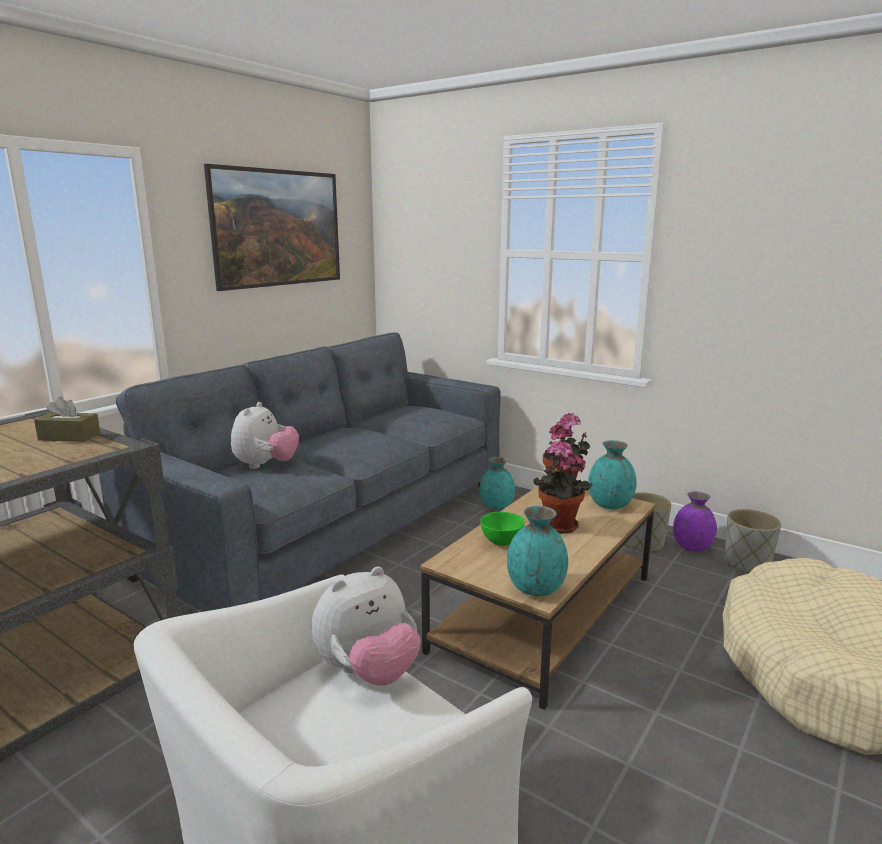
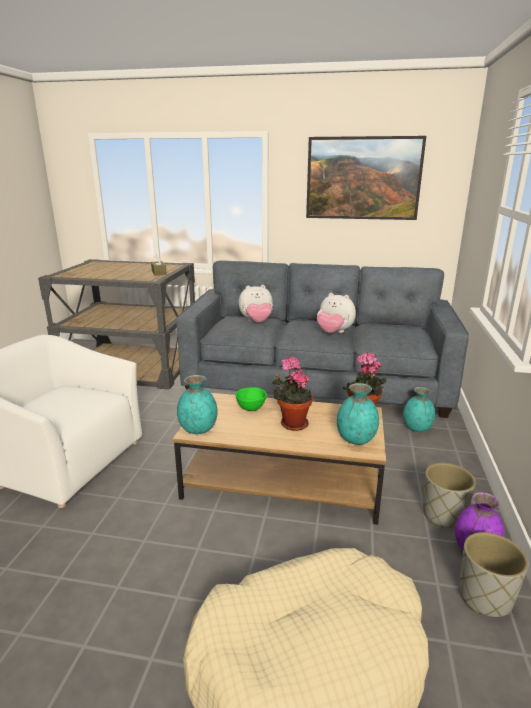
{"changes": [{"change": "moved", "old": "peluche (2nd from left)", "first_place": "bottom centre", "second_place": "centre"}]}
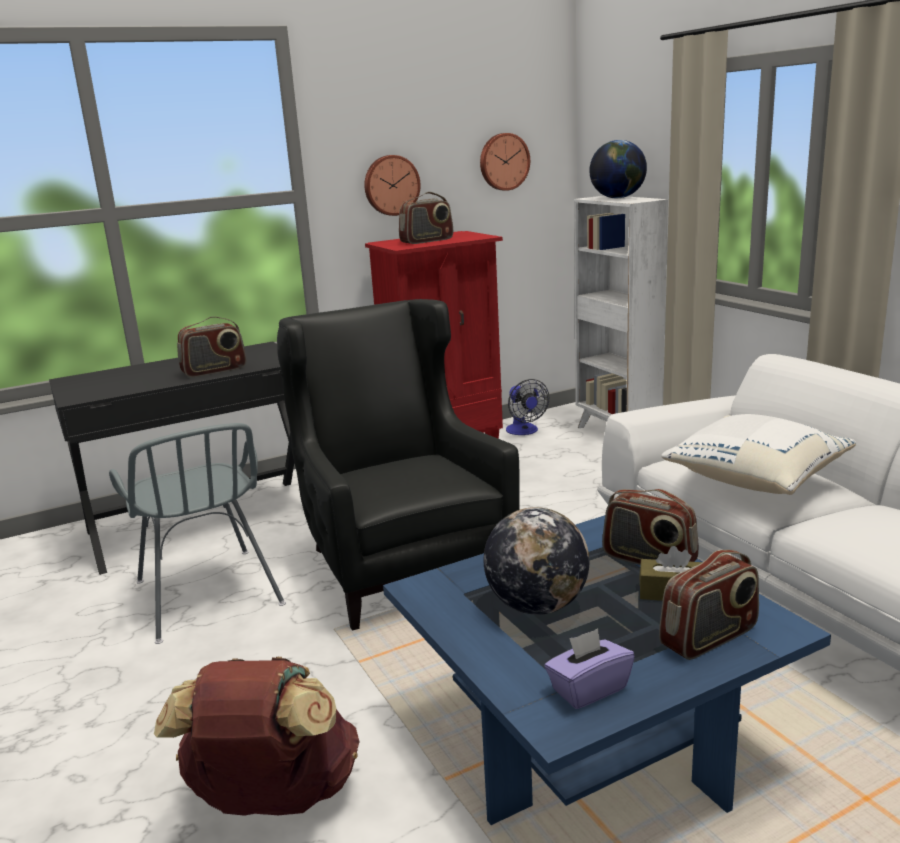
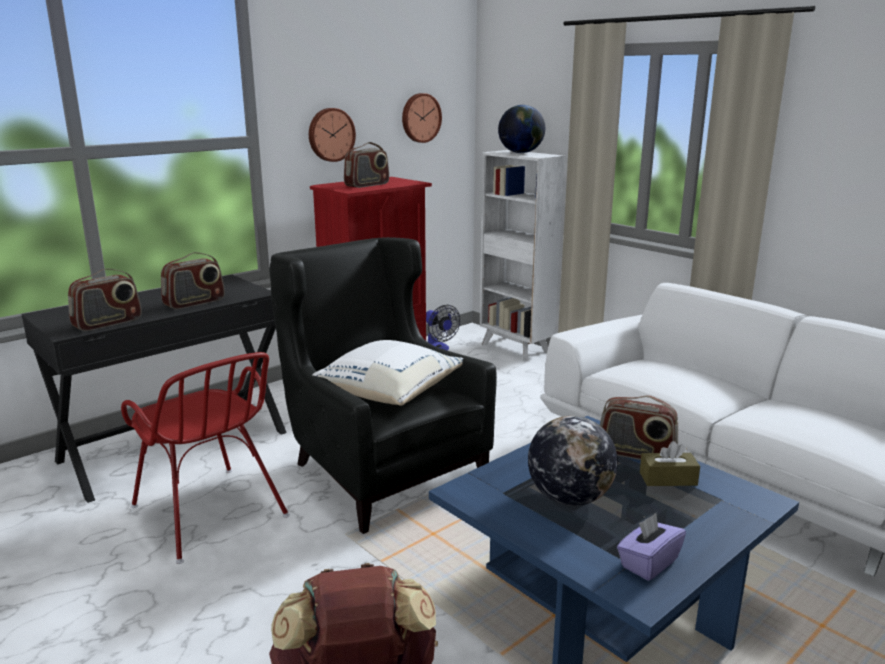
{"changes": [{"change": "recoloured", "old": "silla [gris]", "new": "silla [rojo]", "first_place": "middle left", "second_place": "bottom left"}, {"change": "moved", "old": "radio (4th from left in the first image)", "new": "radio (1st from left)", "first_place": "bottom right", "second_place": "middle left"}, {"change": "moved", "old": "cojín [blanco]", "first_place": "middle right", "second_place": "centre"}]}
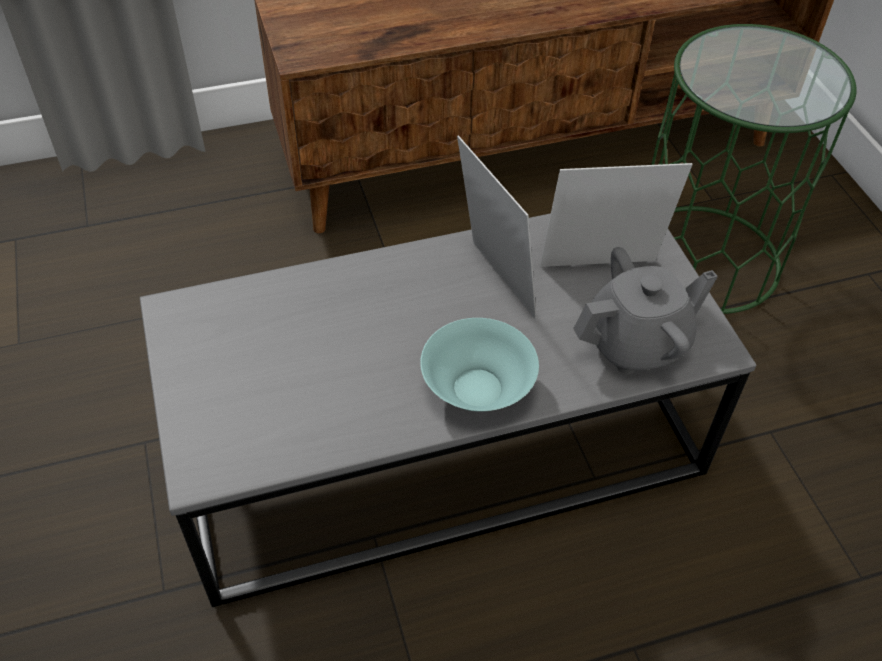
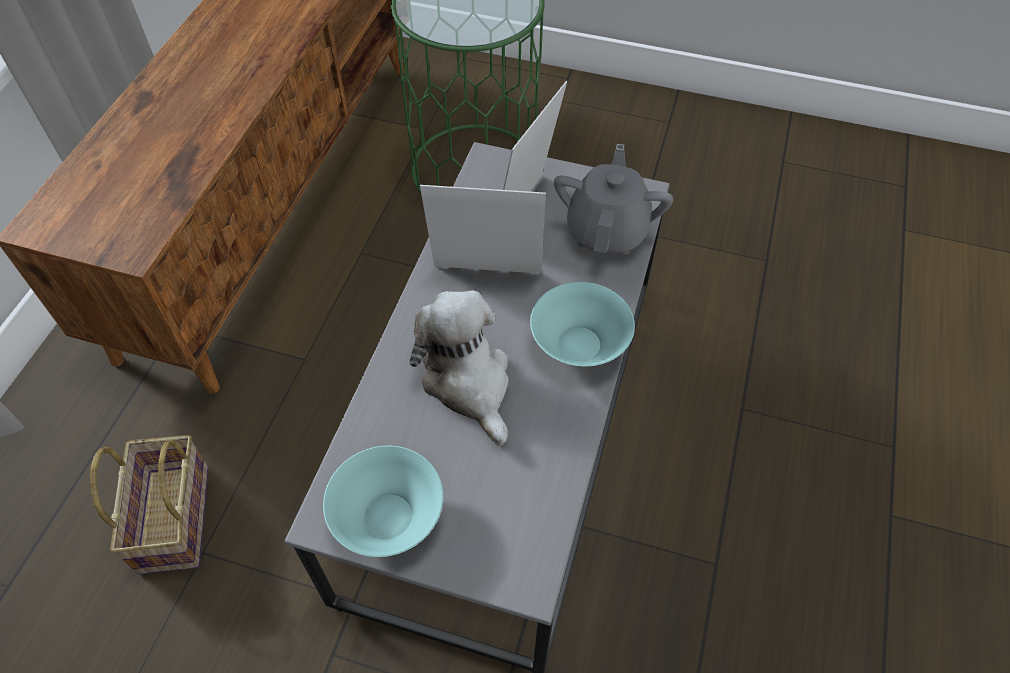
{"changes": [{"change": "added", "new": "cesta", "second_place": "bottom left"}, {"change": "added", "new": "cuenco [turquesa] (1st from left)", "second_place": "bottom centre"}, {"change": "added", "new": "peluche", "second_place": "centre"}]}
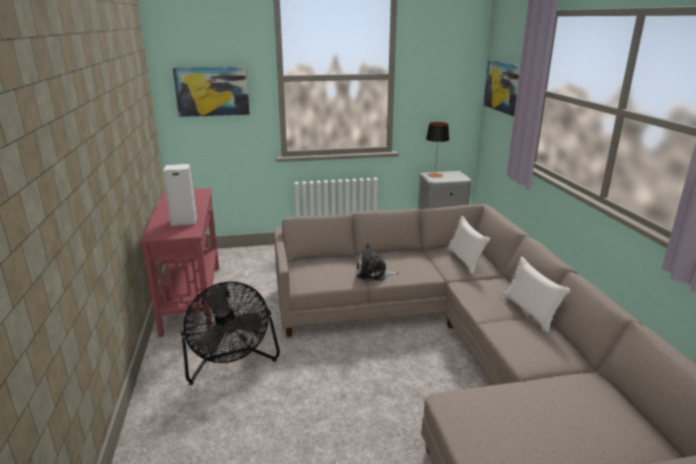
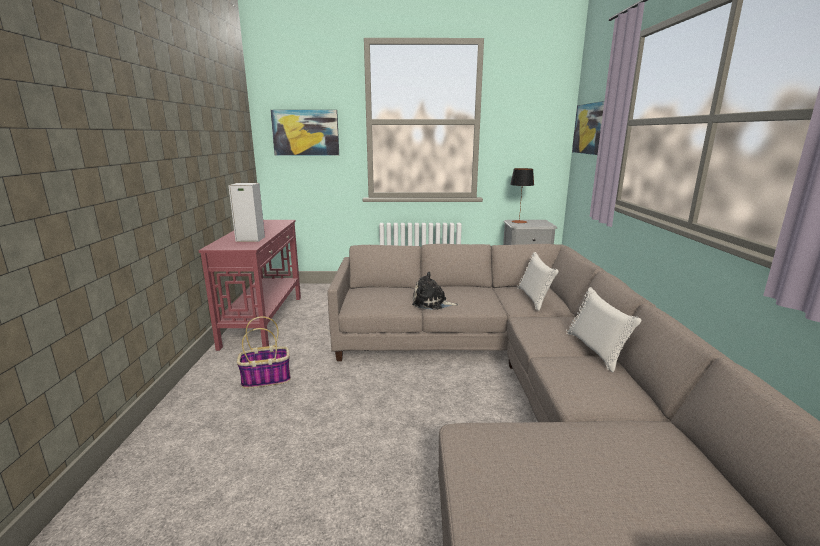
{"changes": [{"change": "replaced", "old": "ventilador [negro]", "new": "cesta", "first_place": "bottom left", "second_place": "middle left"}]}
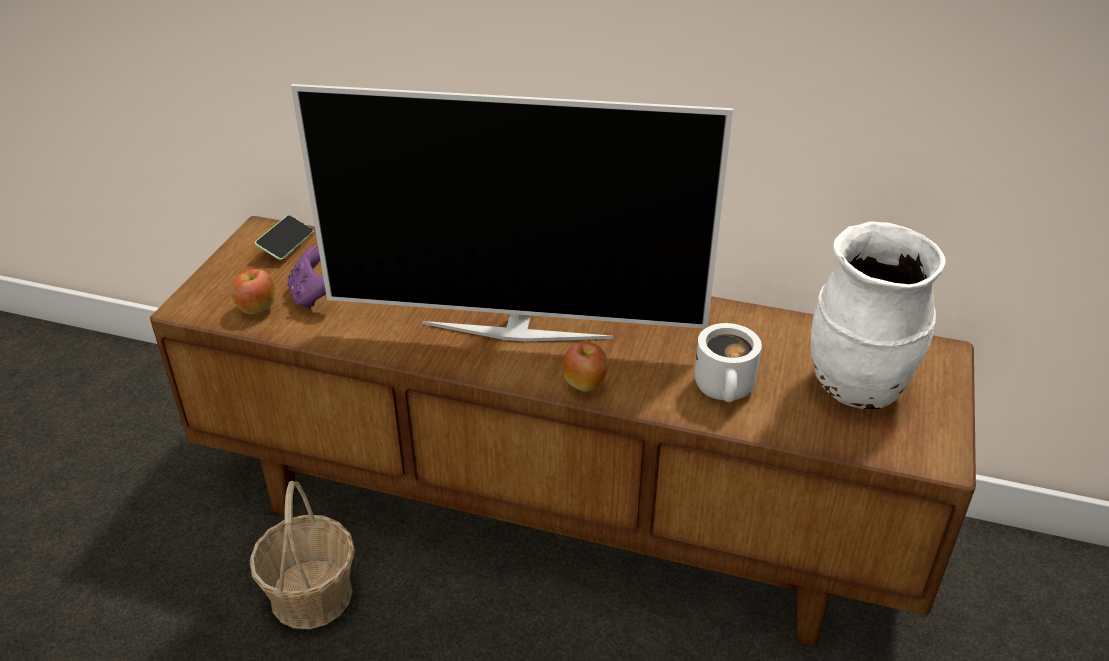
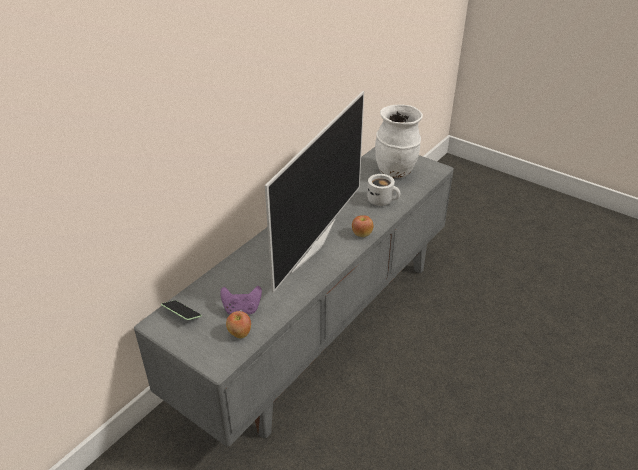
{"changes": [{"change": "recoloured", "old": "mueble de televisión [marrón]", "new": "mueble de televisión [gris]", "first_place": "centre", "second_place": "centre"}, {"change": "removed", "old": "cesta", "first_place": "bottom left"}]}
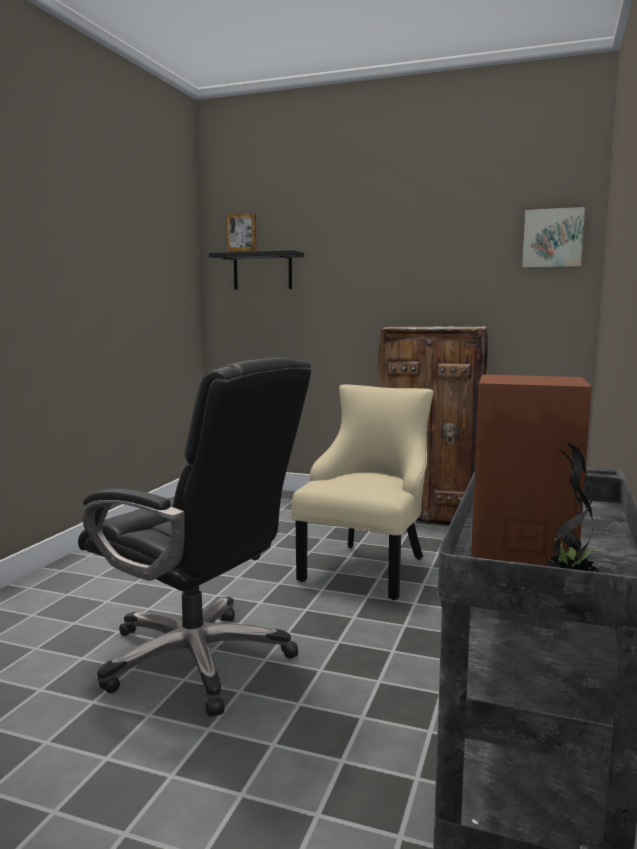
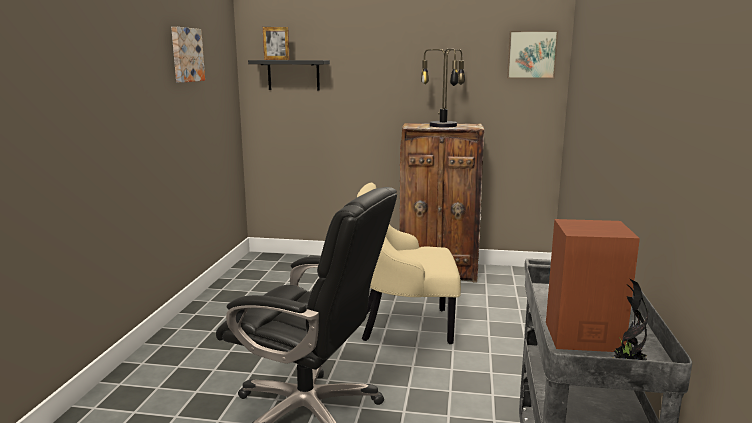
{"changes": [{"change": "turned", "old": "silla [beis]", "first_place": "centre", "second_place": "centre", "degrees": -105}, {"change": "added", "new": "cuadro (1st from left)", "second_place": "top left"}, {"change": "added", "new": "lámpara de mesa", "second_place": "top centre"}]}
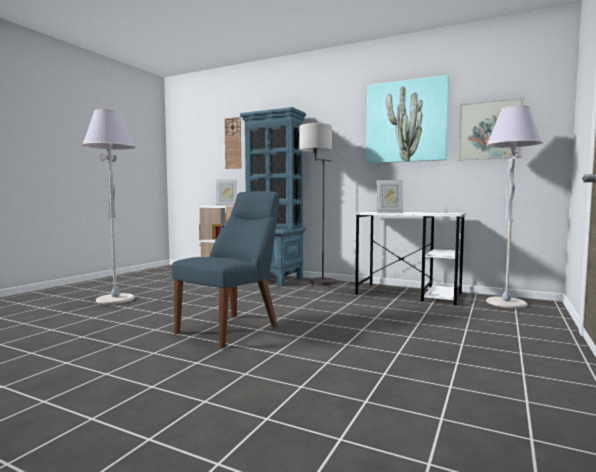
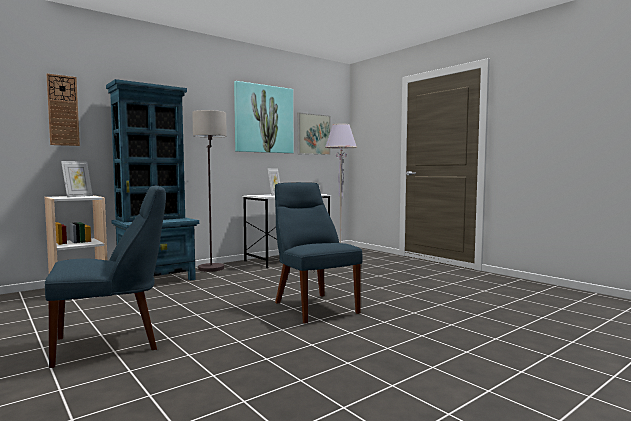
{"changes": [{"change": "replaced", "old": "lámpara de pie [gris] (1st from left)", "new": "silla [azul] (1st from left)", "first_place": "middle left", "second_place": "middle left"}]}
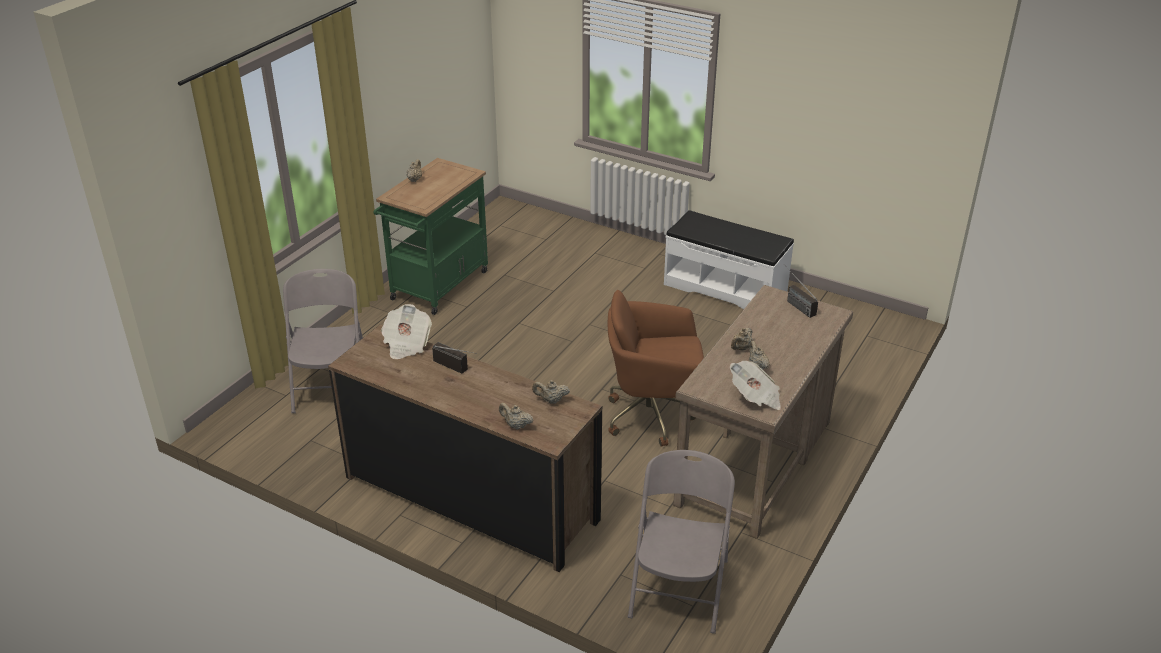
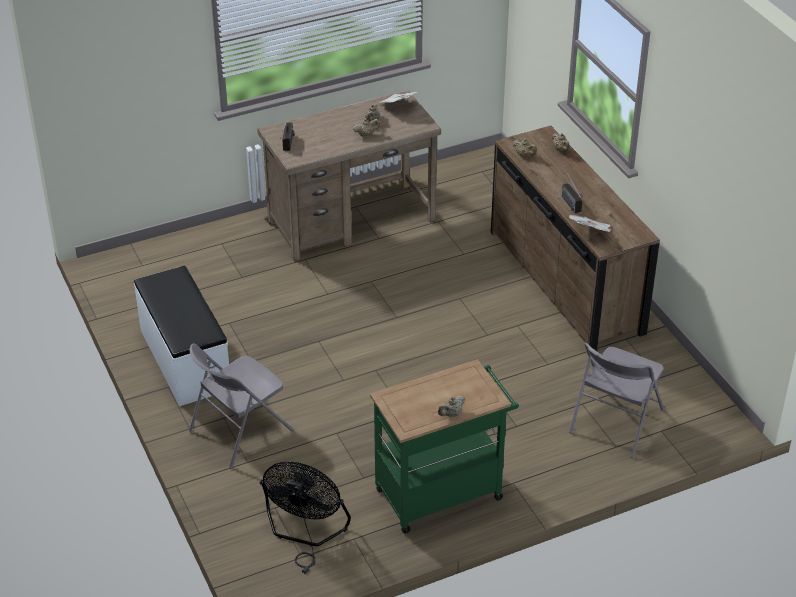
{"changes": [{"change": "removed", "old": "silla de oficina [marrón]", "first_place": "centre"}, {"change": "moved", "old": "silla [gris] (2nd from left in the first image)", "new": "silla [gris] (1st from left)", "first_place": "bottom centre", "second_place": "bottom left"}, {"change": "added", "new": "ventilador [negro]", "second_place": "bottom centre"}]}
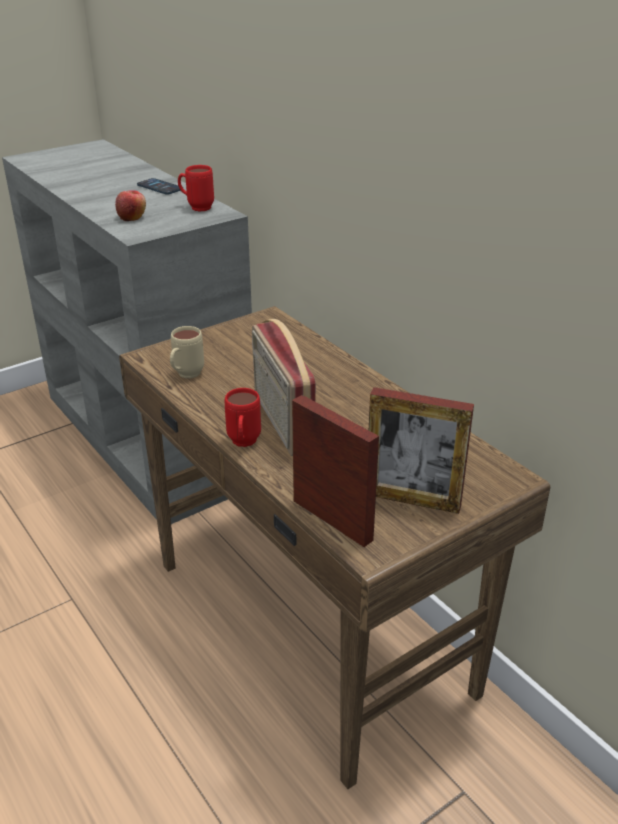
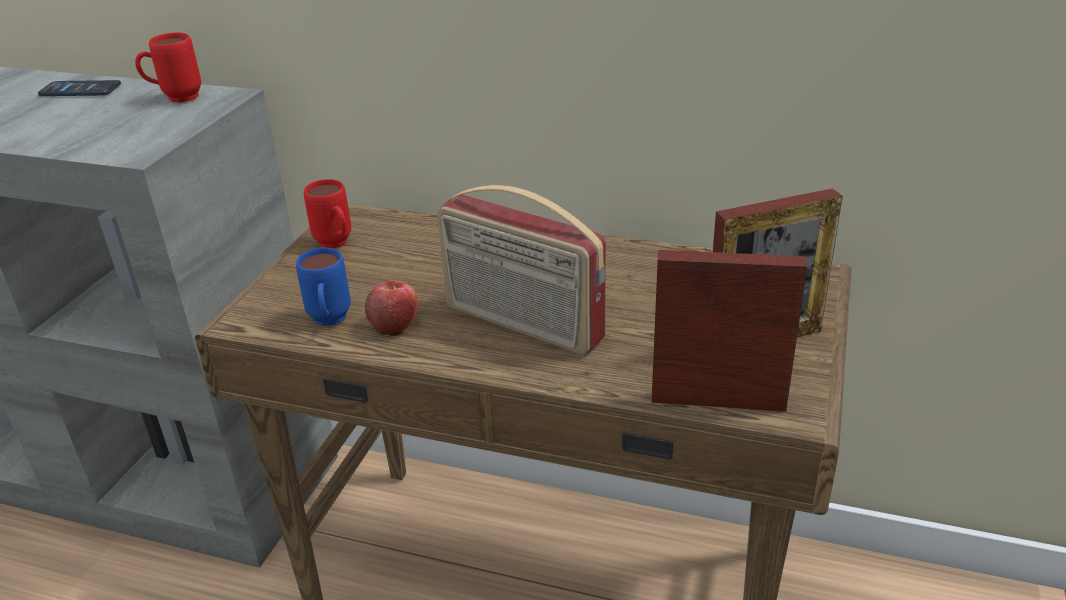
{"changes": [{"change": "moved", "old": "manzana", "first_place": "top left", "second_place": "centre"}, {"change": "recoloured", "old": "taza grande [beis]", "new": "taza grande [azul]", "first_place": "middle left", "second_place": "middle left"}, {"change": "moved", "old": "taza grande [rojo] (2nd from left)", "first_place": "centre", "second_place": "middle left"}]}
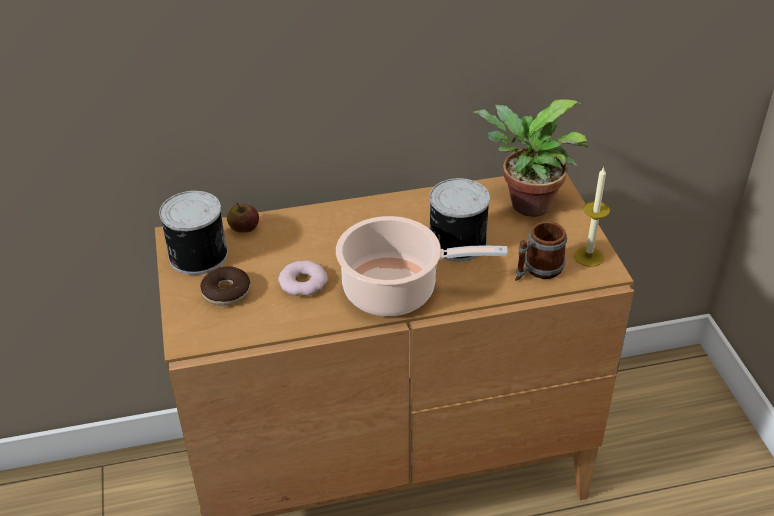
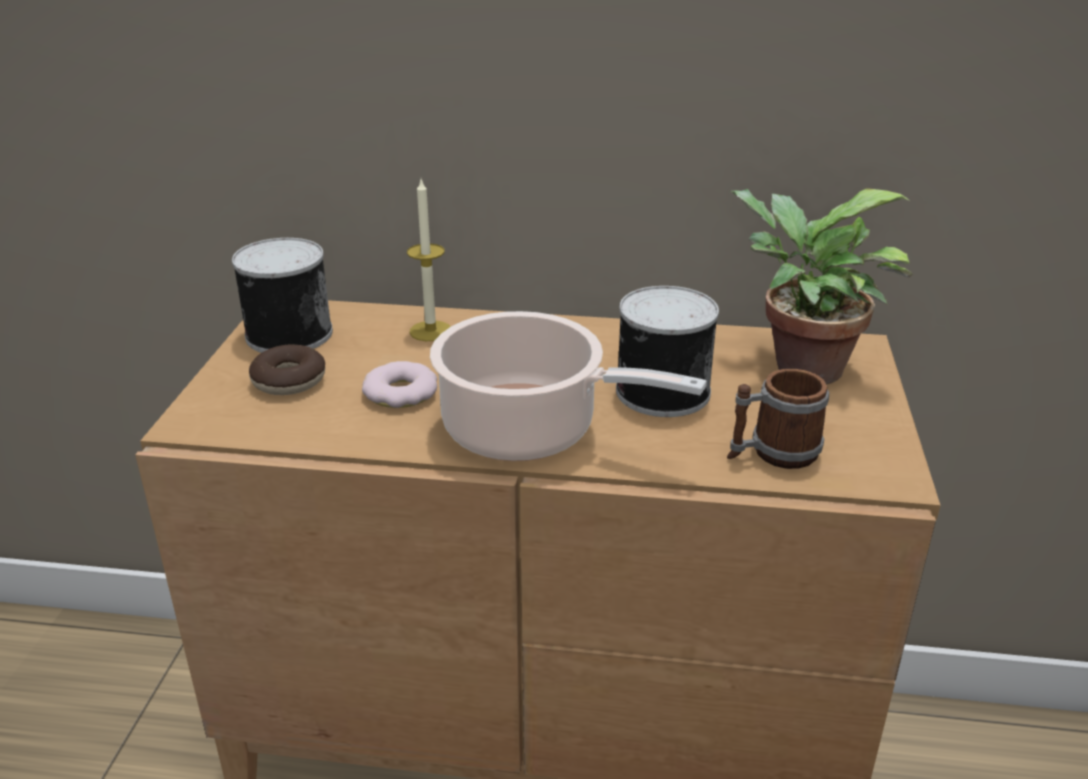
{"changes": [{"change": "removed", "old": "manzana", "first_place": "middle left"}, {"change": "moved", "old": "vela", "first_place": "middle right", "second_place": "centre"}]}
